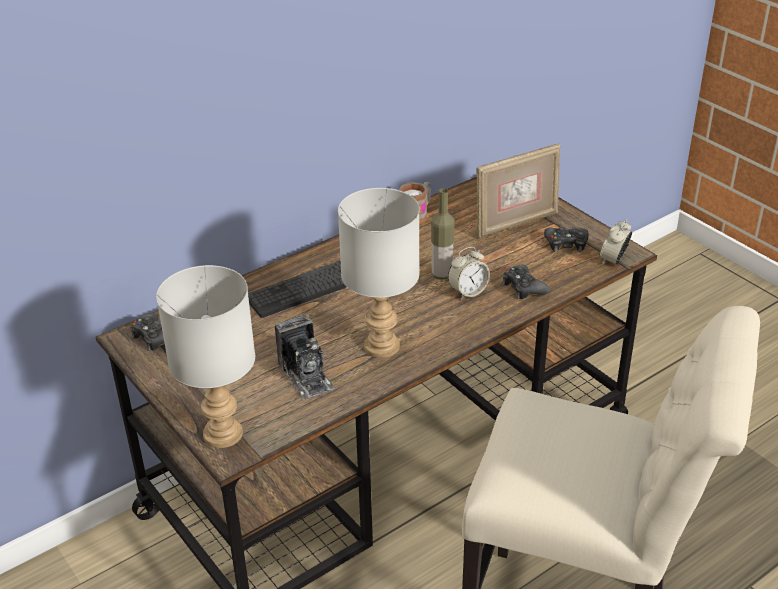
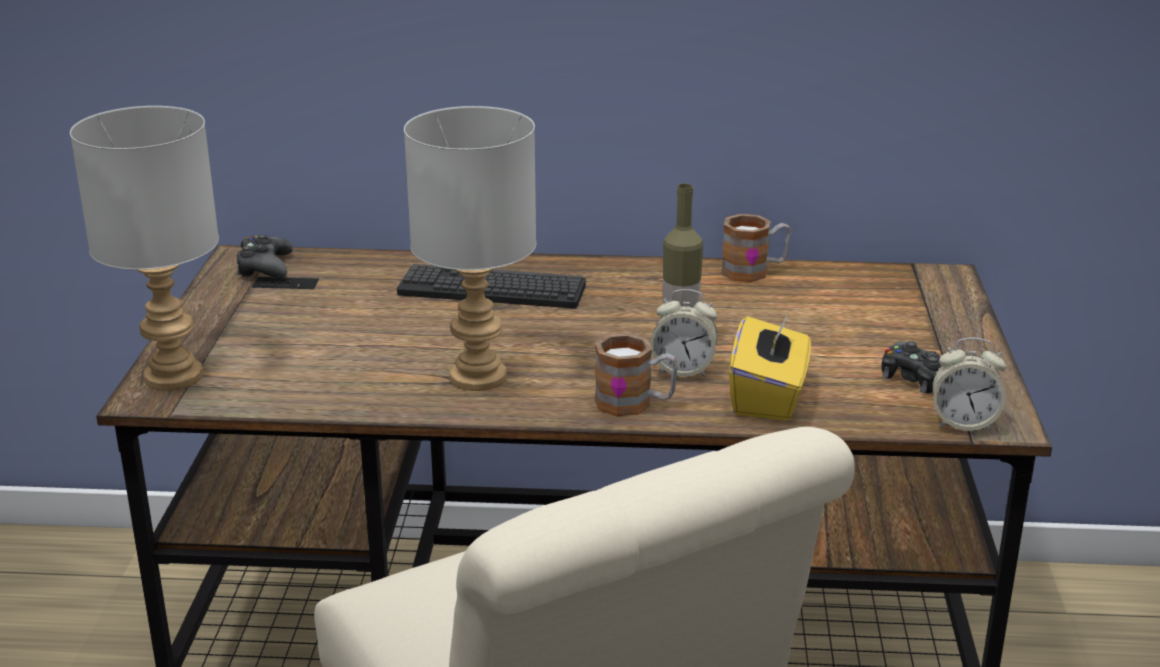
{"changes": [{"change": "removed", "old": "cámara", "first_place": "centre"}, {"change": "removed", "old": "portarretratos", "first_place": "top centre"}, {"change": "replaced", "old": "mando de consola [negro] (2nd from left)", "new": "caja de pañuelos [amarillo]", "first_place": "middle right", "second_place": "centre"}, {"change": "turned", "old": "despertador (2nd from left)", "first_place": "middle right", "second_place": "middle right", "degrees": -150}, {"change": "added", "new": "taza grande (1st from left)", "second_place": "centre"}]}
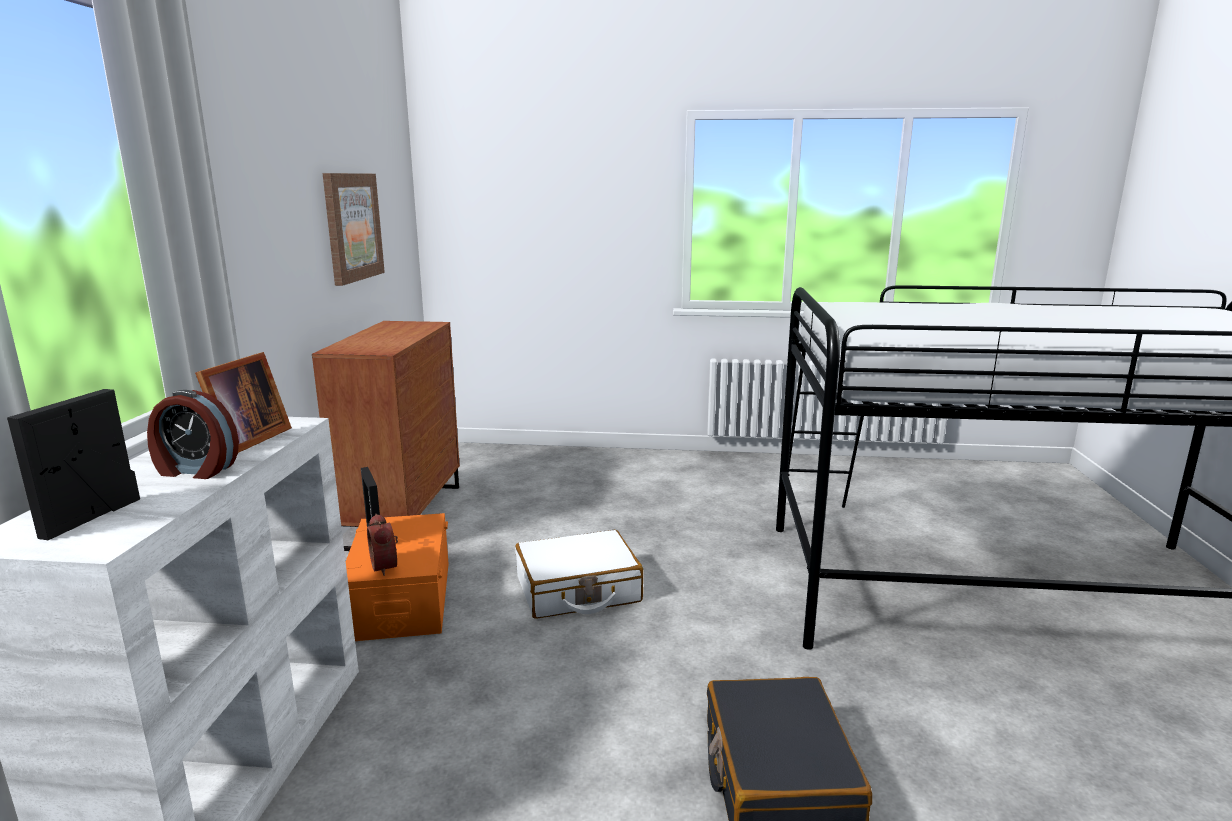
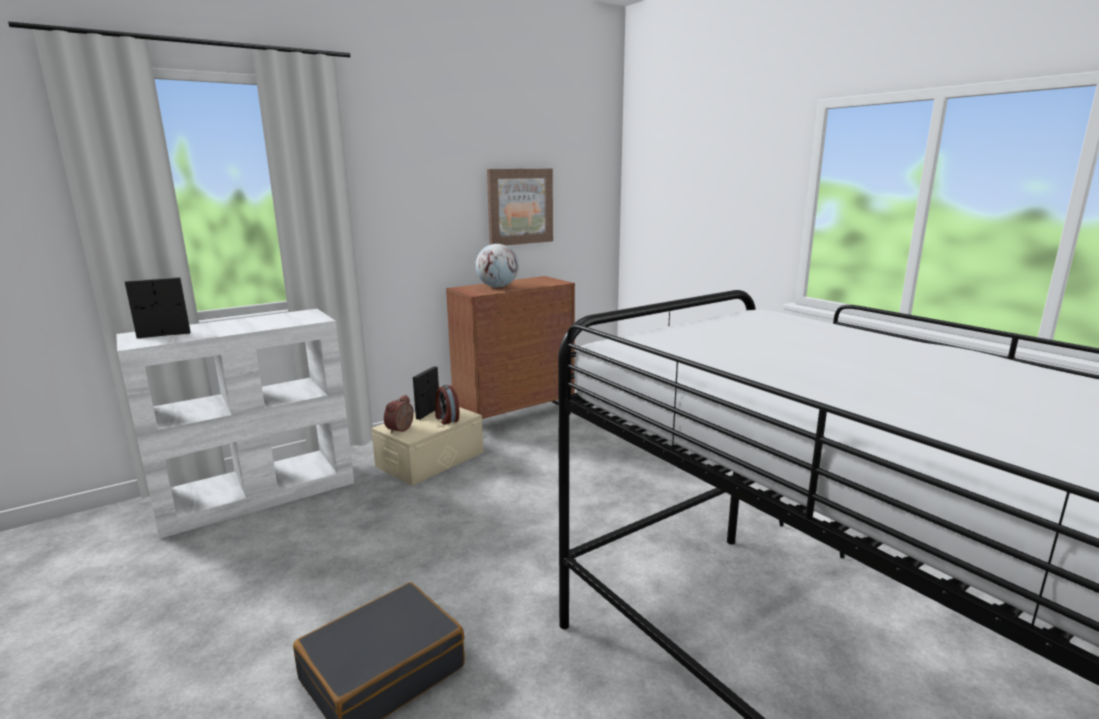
{"changes": [{"change": "moved", "old": "despertador (1st from left in the first image)", "new": "despertador (2nd from left)", "first_place": "middle left", "second_place": "centre"}, {"change": "removed", "old": "portarretratos (2nd from left)", "first_place": "middle left"}, {"change": "recoloured", "old": "caja de almacenaje [naranja]", "new": "caja de almacenaje [beis]", "first_place": "bottom left", "second_place": "centre"}, {"change": "removed", "old": "maleta [blanco]", "first_place": "bottom centre"}, {"change": "added", "new": "globo terráqueo", "second_place": "centre"}]}
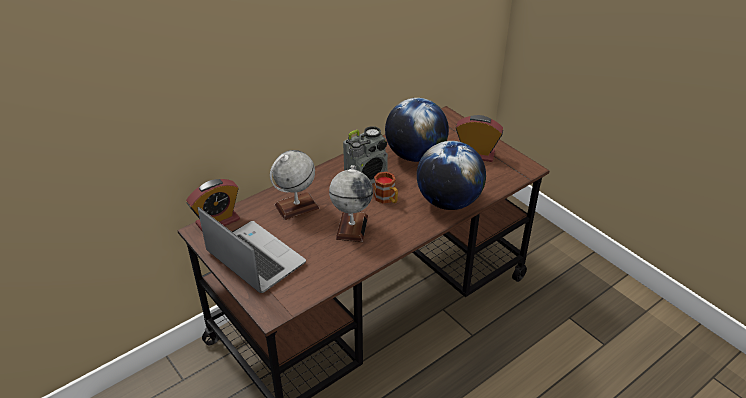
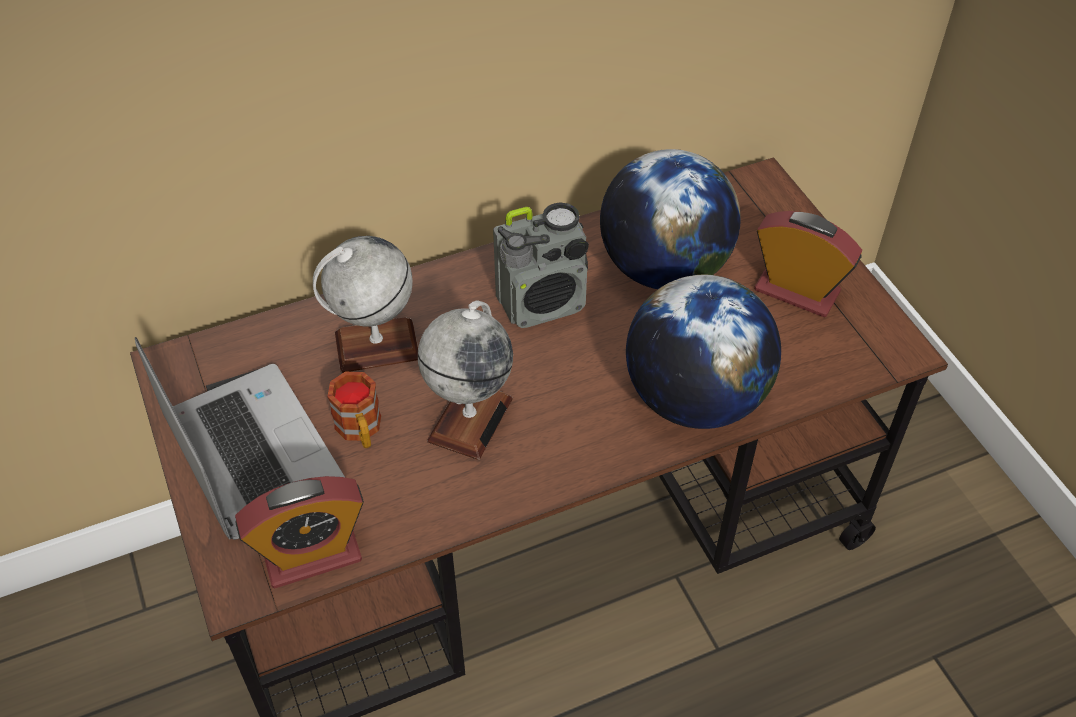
{"changes": [{"change": "moved", "old": "despertador (1st from left)", "first_place": "middle left", "second_place": "bottom left"}, {"change": "moved", "old": "taza grande", "first_place": "centre", "second_place": "middle left"}]}
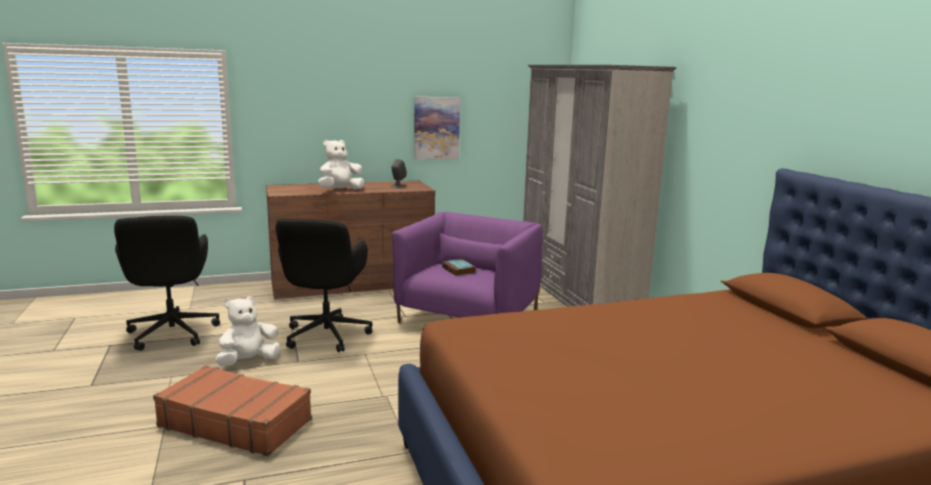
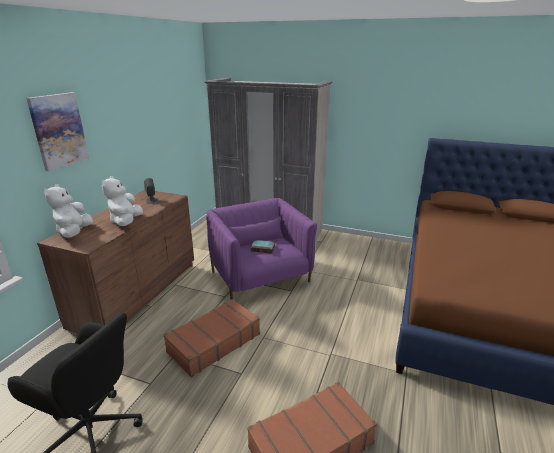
{"changes": [{"change": "moved", "old": "peluche [blanco] (1st from left)", "first_place": "bottom left", "second_place": "middle left"}, {"change": "replaced", "old": "silla de oficina [negro] (2nd from left)", "new": "maleta [marrón] (1st from left)", "first_place": "centre", "second_place": "bottom centre"}, {"change": "moved", "old": "cuadro", "first_place": "top centre", "second_place": "top left"}]}
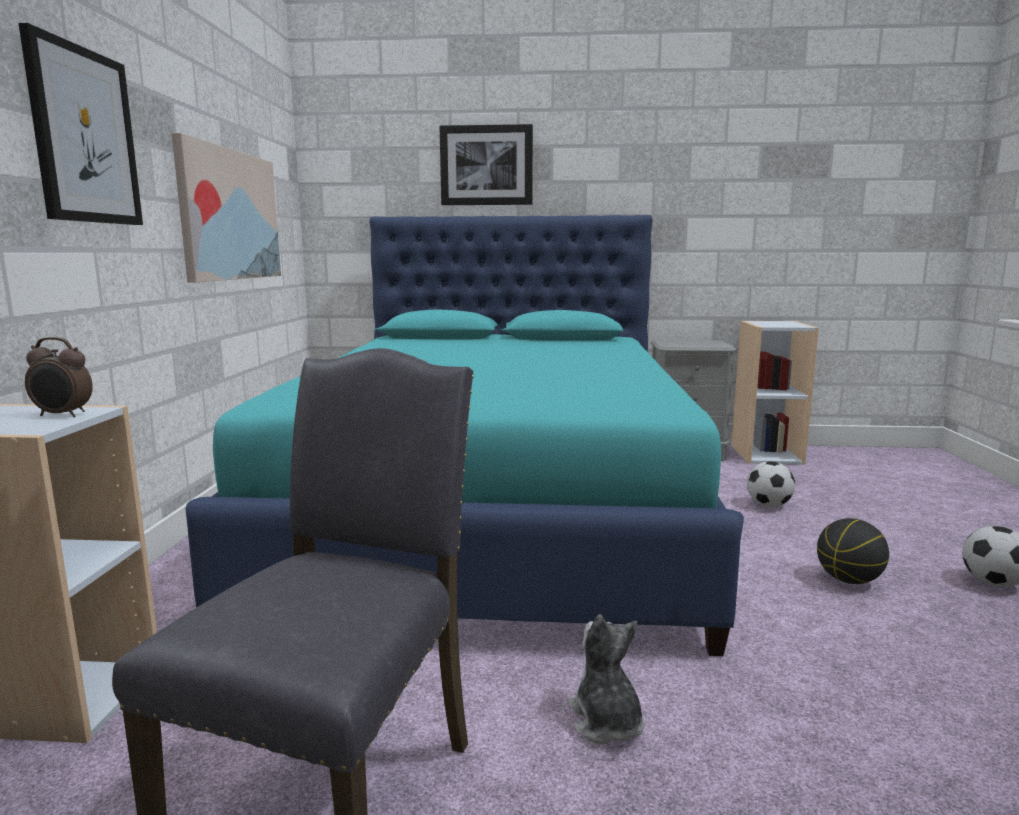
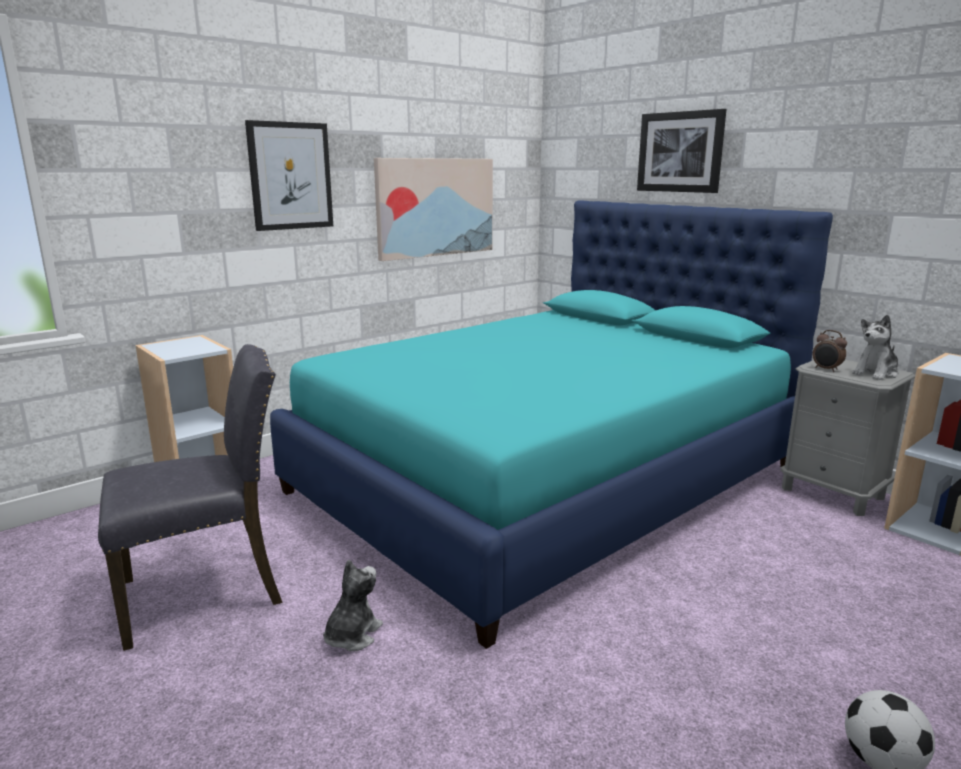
{"changes": [{"change": "moved", "old": "despertador", "first_place": "middle left", "second_place": "middle right"}, {"change": "removed", "old": "balón de fútbol (1st from left)", "first_place": "middle right"}, {"change": "removed", "old": "balón de baloncesto", "first_place": "bottom right"}, {"change": "added", "new": "peluche (2nd from left)", "second_place": "middle right"}]}
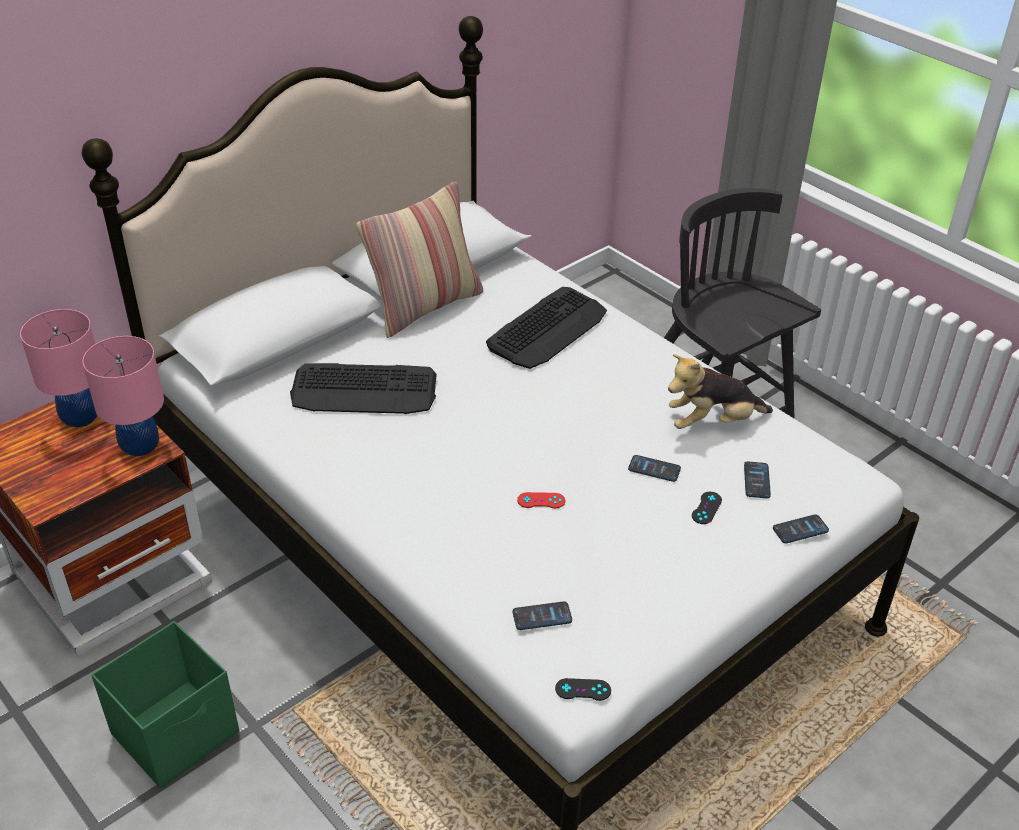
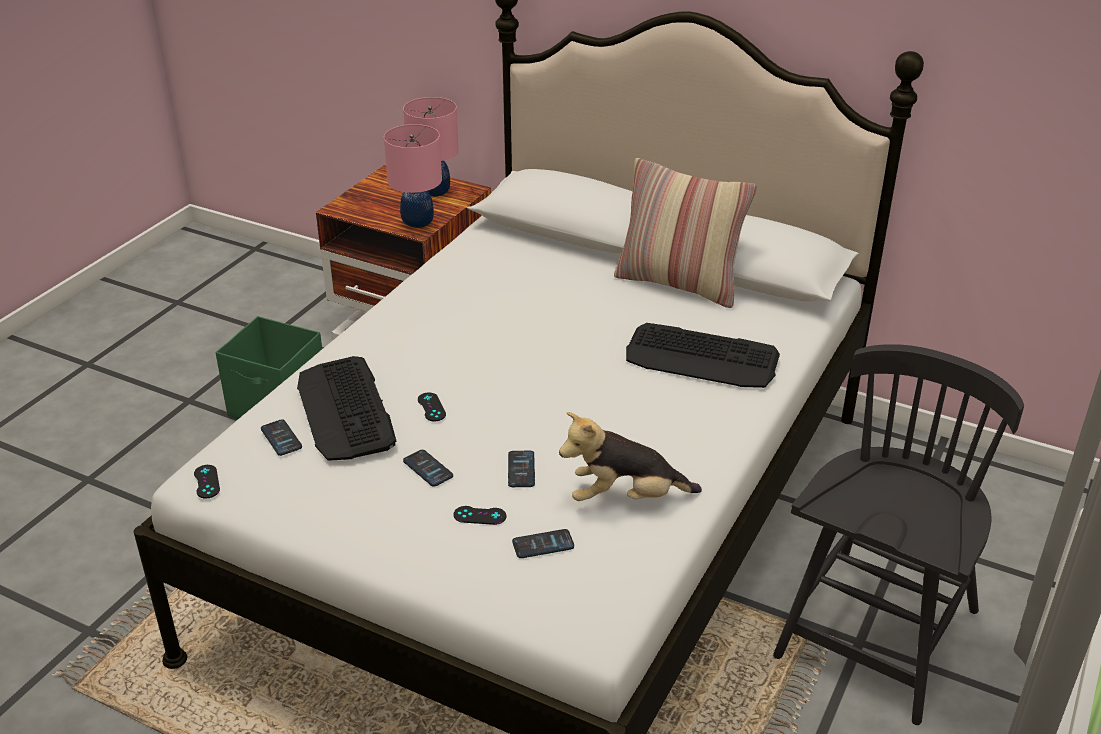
{"changes": [{"change": "moved", "old": "teclado (1st from left)", "first_place": "centre", "second_place": "middle left"}, {"change": "recoloured", "old": "mando de consola [rojo]", "new": "mando de consola [negro] (2nd from left)", "first_place": "centre", "second_place": "centre"}, {"change": "turned", "old": "peluche", "first_place": "middle right", "second_place": "centre", "degrees": -60}, {"change": "moved", "old": "móvil (4th from left in the first image)", "new": "móvil (2nd from left)", "first_place": "middle right", "second_place": "centre"}]}
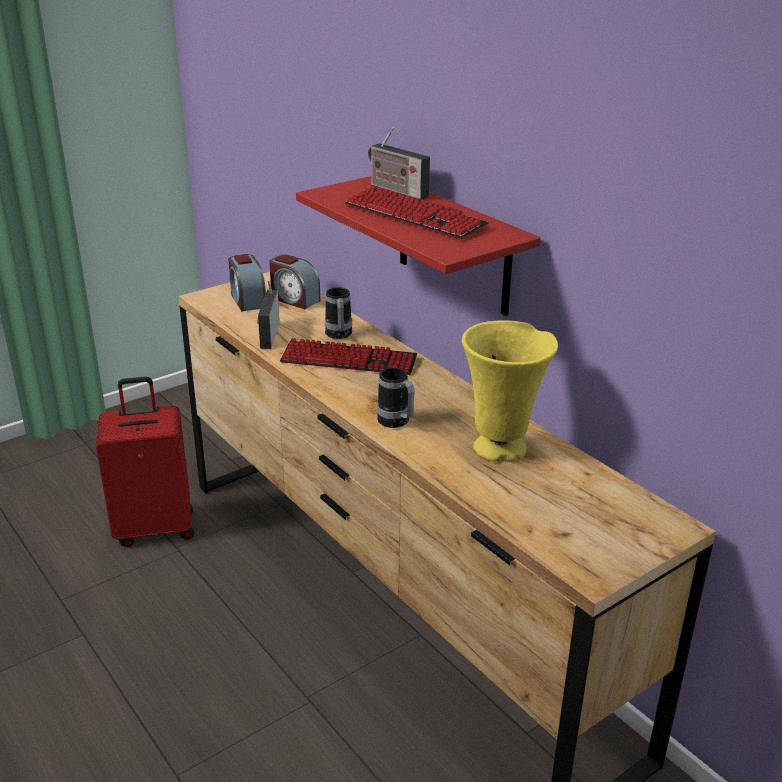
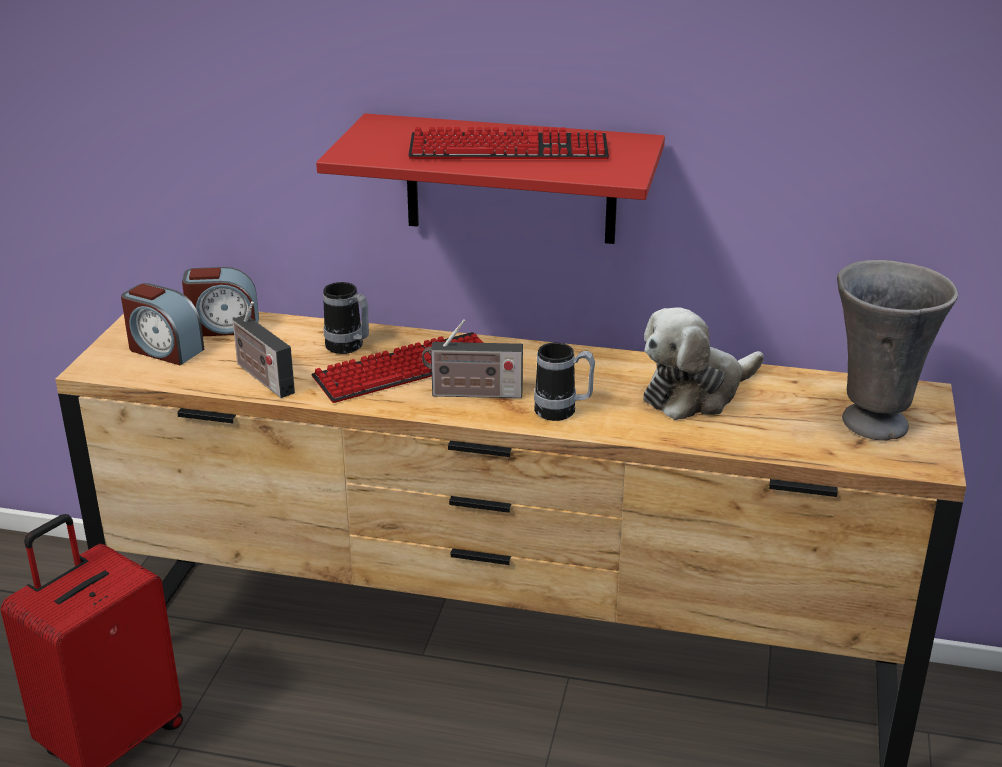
{"changes": [{"change": "moved", "old": "radio (2nd from left)", "first_place": "top centre", "second_place": "centre"}, {"change": "replaced", "old": "florero [amarillo]", "new": "peluche", "first_place": "centre", "second_place": "middle right"}, {"change": "added", "new": "florero [gris]", "second_place": "middle right"}]}
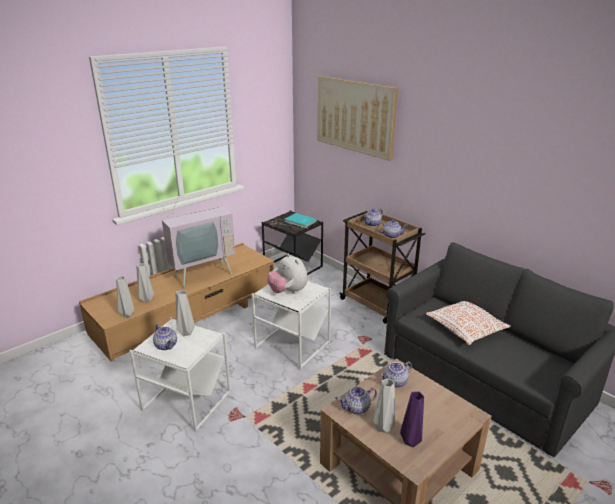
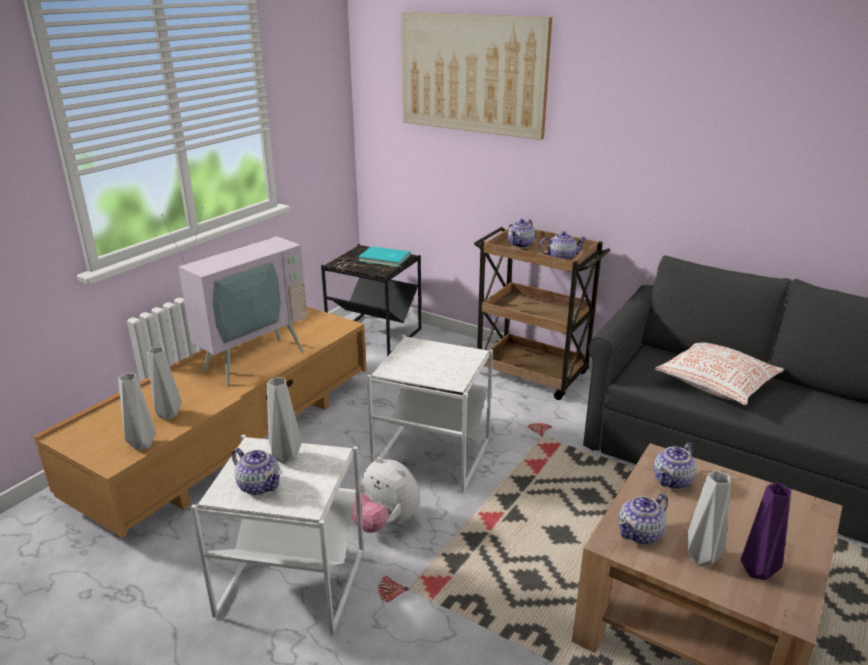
{"changes": [{"change": "moved", "old": "peluche", "first_place": "centre", "second_place": "bottom centre"}]}
